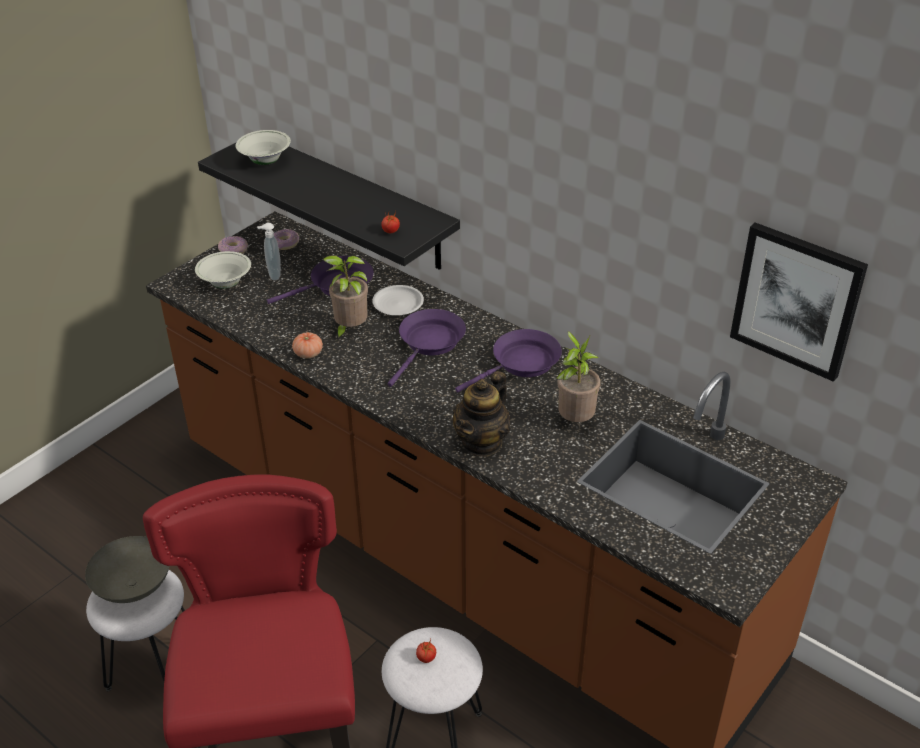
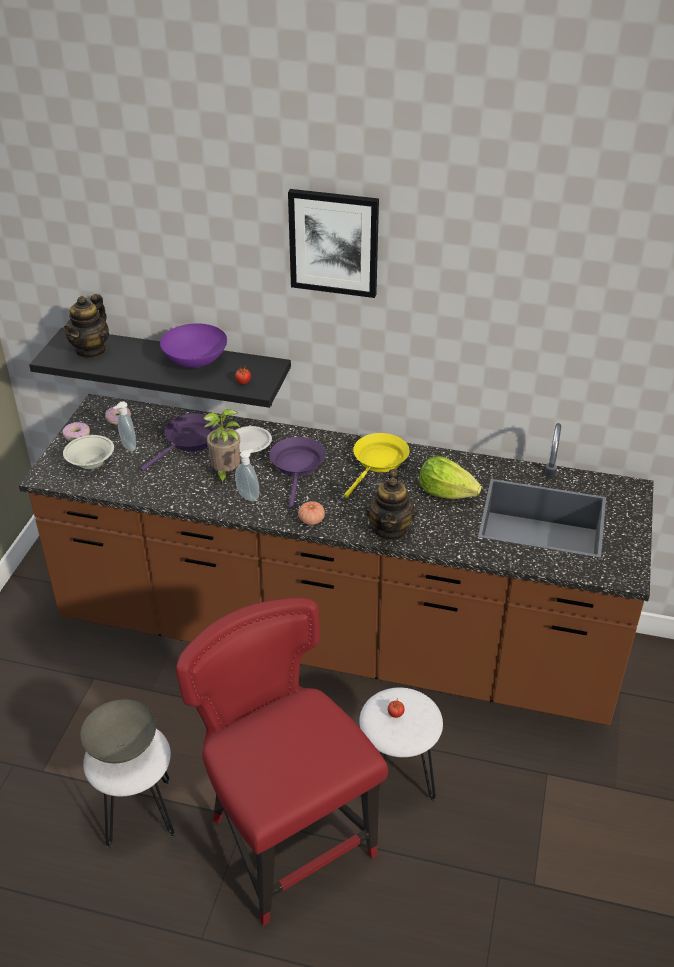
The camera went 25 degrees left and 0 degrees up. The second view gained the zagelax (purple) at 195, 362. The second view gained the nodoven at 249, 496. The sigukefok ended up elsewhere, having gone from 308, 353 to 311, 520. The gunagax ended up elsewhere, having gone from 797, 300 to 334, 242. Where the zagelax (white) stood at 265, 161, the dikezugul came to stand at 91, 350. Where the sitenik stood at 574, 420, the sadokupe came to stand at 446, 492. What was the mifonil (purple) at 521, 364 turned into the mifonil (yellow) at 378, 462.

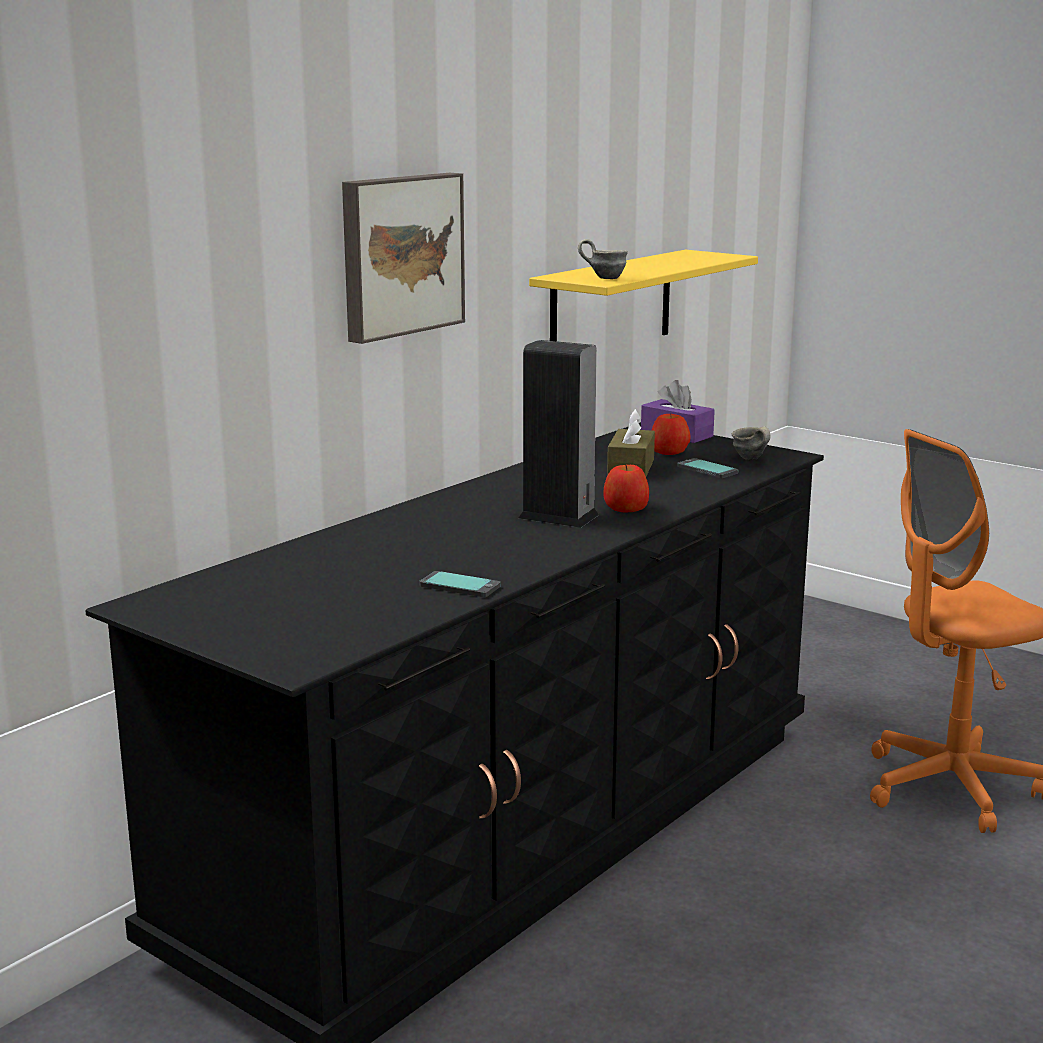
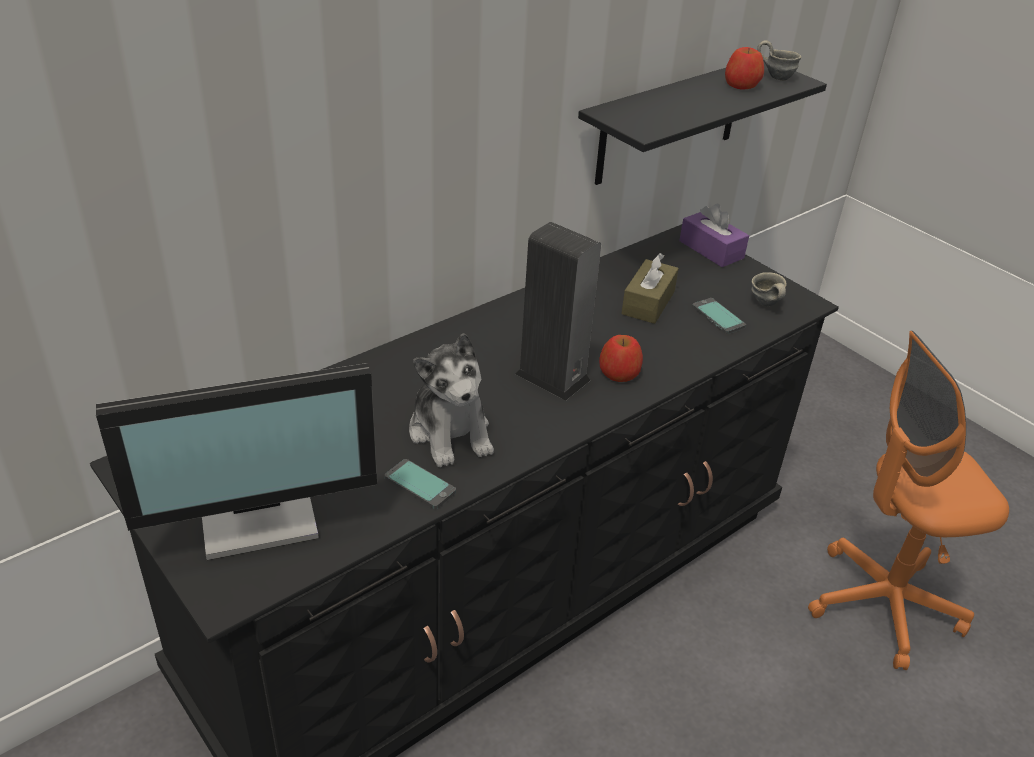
The camera went 10 degrees right and 20 degrees up. The second view lost the gunagax at 399, 255. The second view gained the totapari at 260, 515. The second view gained the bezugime at 451, 432. The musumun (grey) ended up elsewhere, having gone from 604, 278 to 776, 77. The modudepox ended up elsewhere, having gone from 669, 452 to 741, 85. What was the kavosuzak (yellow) at 611, 305 turned into the kavosuzak (black) at 669, 121.

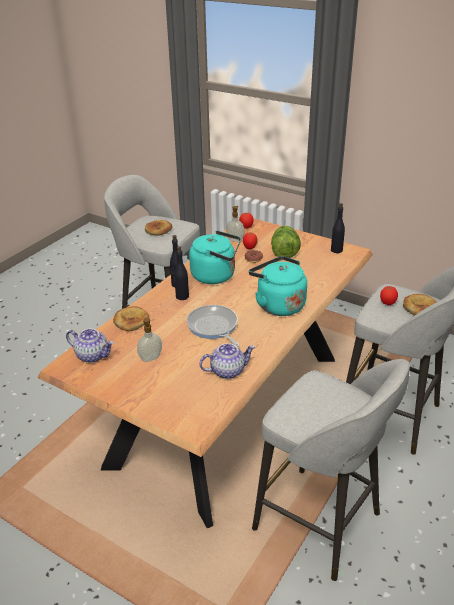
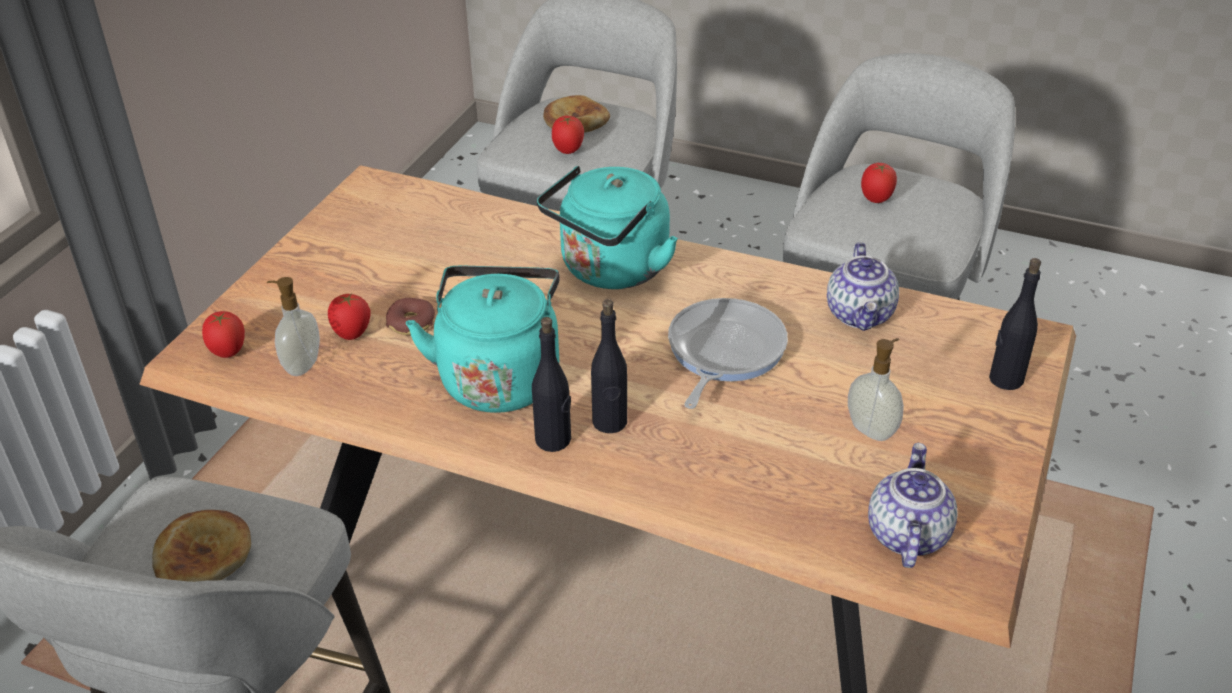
The camera went 100 degrees left and 5 degrees up. The second view lost the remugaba at 131, 320. The second view lost the sadokupe at 284, 252. The second view gained the sigukefok at 876, 200. The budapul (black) ended up elsewhere, having gone from 336, 250 to 1005, 379. The mifonil at 213, 327 ended up facing another way, 150 degrees clockwise from before. The dikezugul at 228, 371 ended up facing another way, 150 degrees counterclockwise from before.

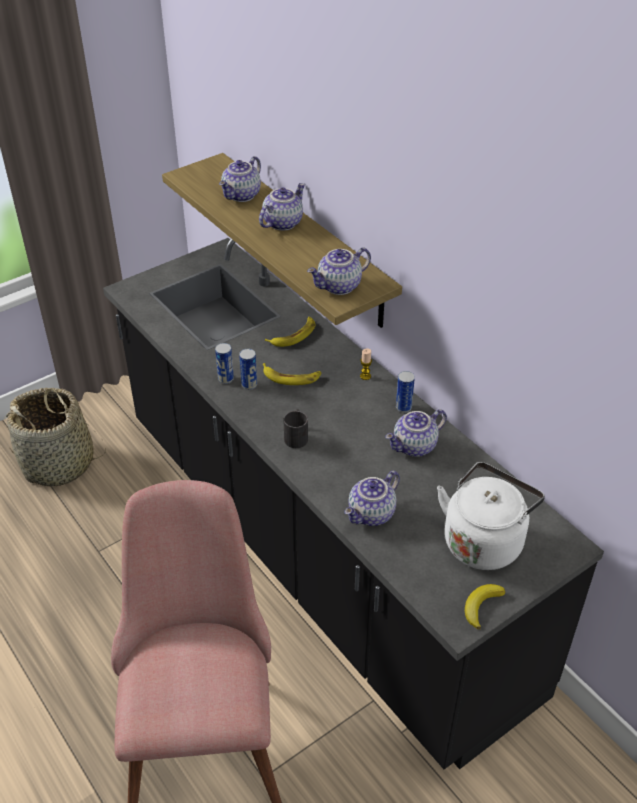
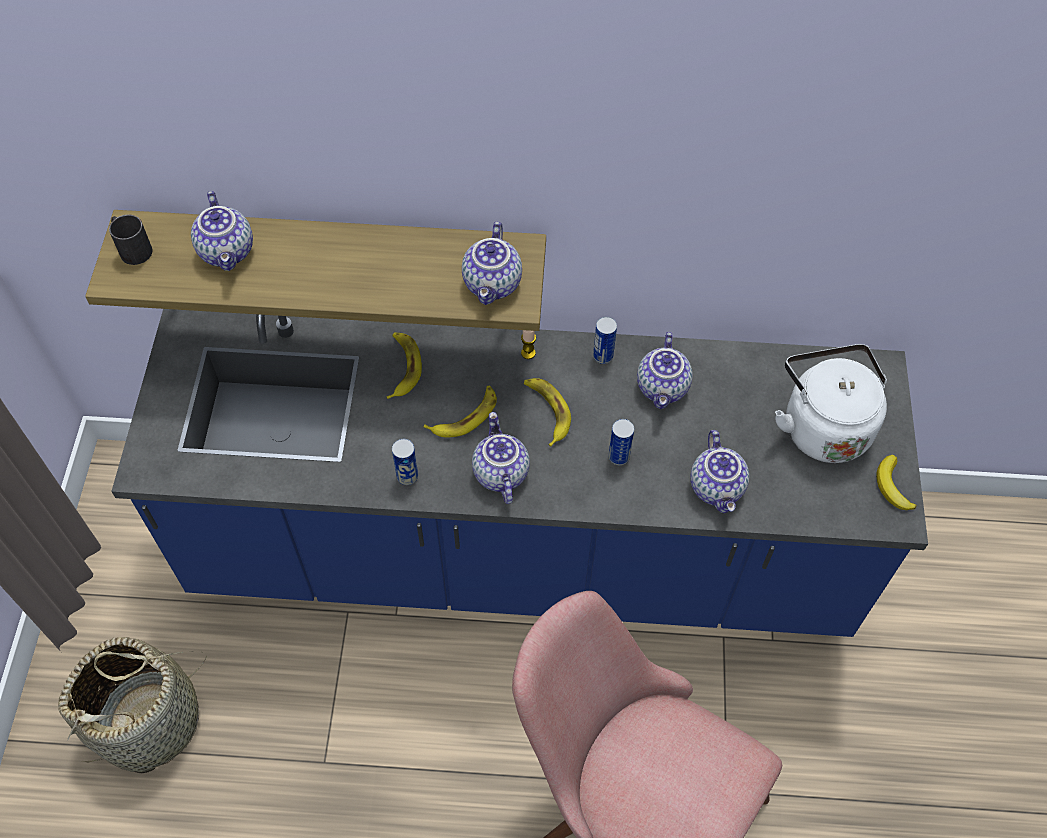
The camera went 50 degrees left and 15 degrees up. The second view gained the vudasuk at 547, 411. The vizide ended up elsewhere, having gone from 249, 384 to 619, 457. The dikezugul ended up elsewhere, having gone from 282, 222 to 499, 473. The musumun (black) ended up elsewhere, having gone from 296, 435 to 132, 248. What was the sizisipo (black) at 318, 551 turned into the sizisipo (blue) at 521, 554.

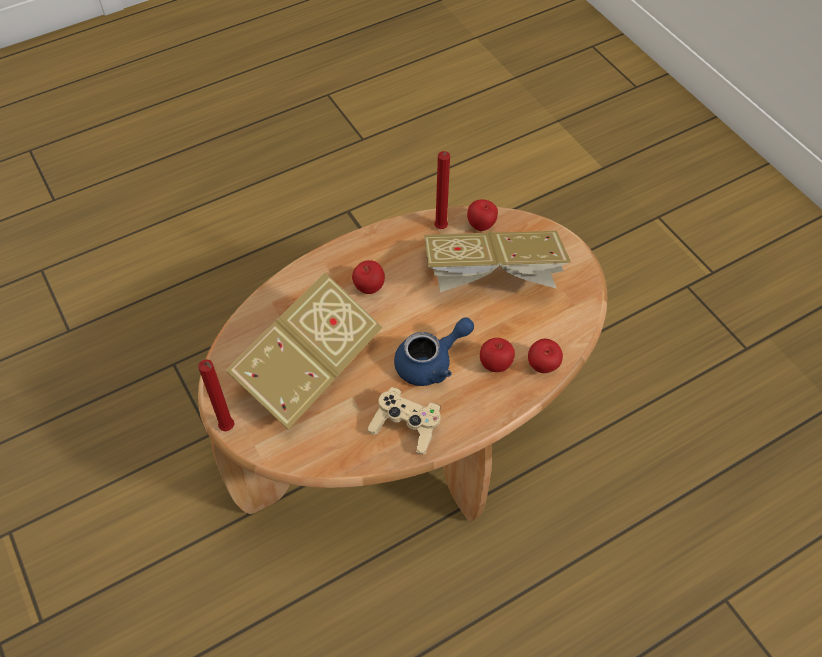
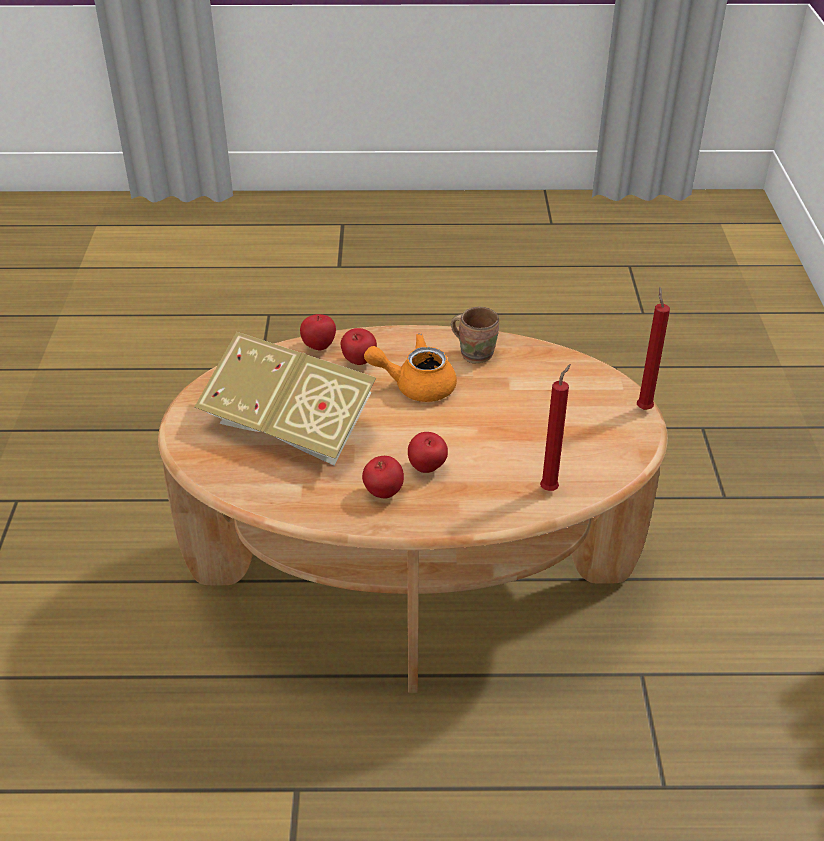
The camera went 150 degrees left and 15 degrees down. The second view lost the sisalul at 307, 369. The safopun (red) ended up elsewhere, having gone from 440, 229 to 550, 488. The modudepox ended up elsewhere, having gone from 481, 226 to 383, 493. Where the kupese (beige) stood at 406, 426, the musumun (brown) came to stand at 475, 353. What was the dikezugul (blue) at 431, 363 turned into the dikezugul (orange) at 416, 385.

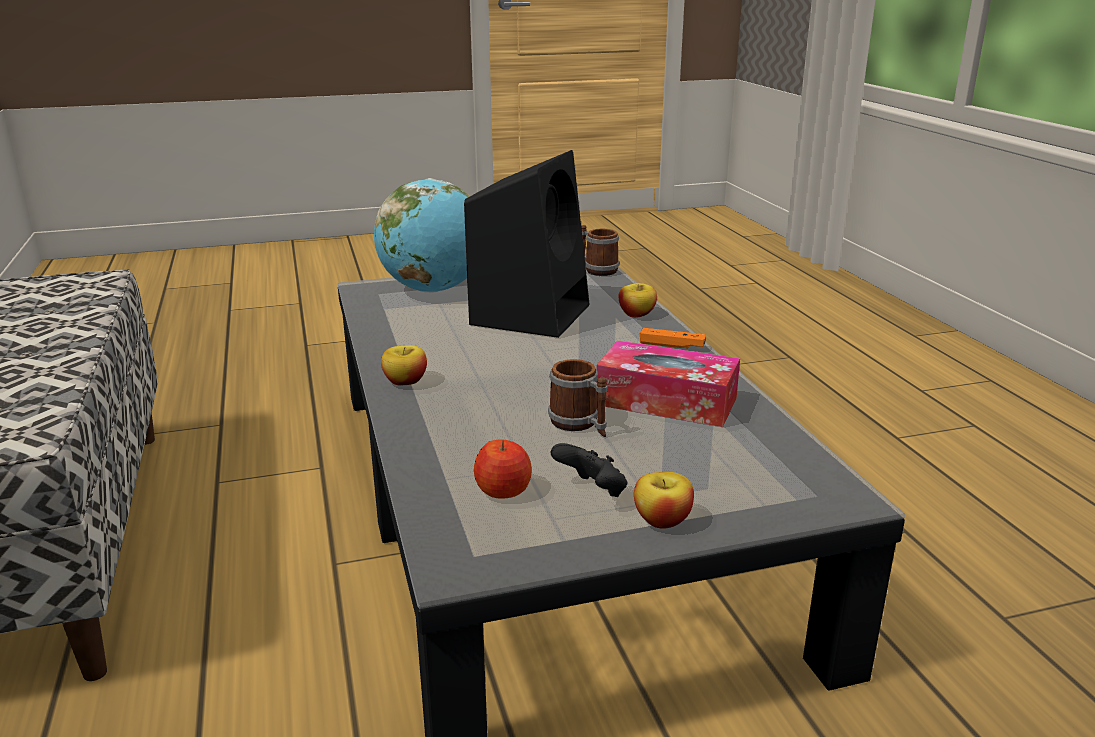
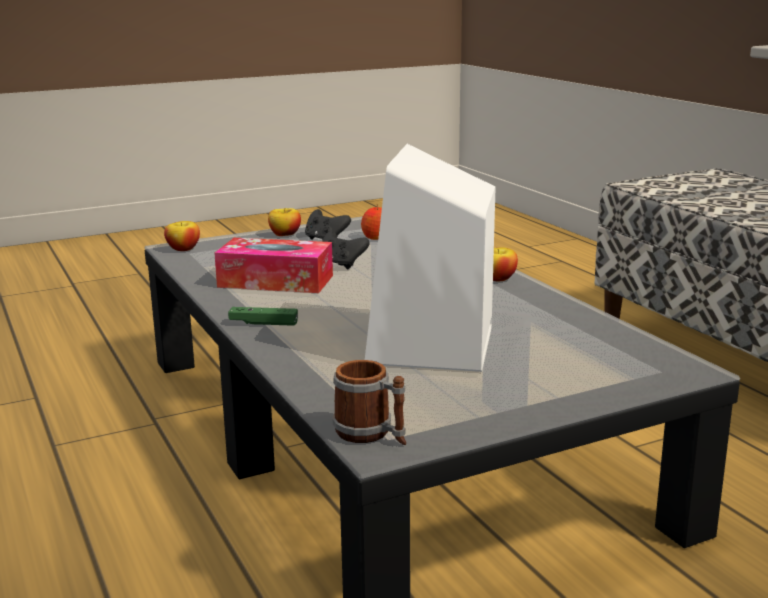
The camera went 170 degrees right and 5 degrees down. The second view lost the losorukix at 433, 289. The modudepox ended up elsewhere, having gone from 636, 314 to 183, 249. Where the musumun stood at 580, 424, the kupese (black) came to stand at 341, 265. What was the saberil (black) at 531, 313 turned into the saberil (white) at 431, 347. What was the kupese (orange) at 672, 345 turned into the kupese (green) at 263, 323.

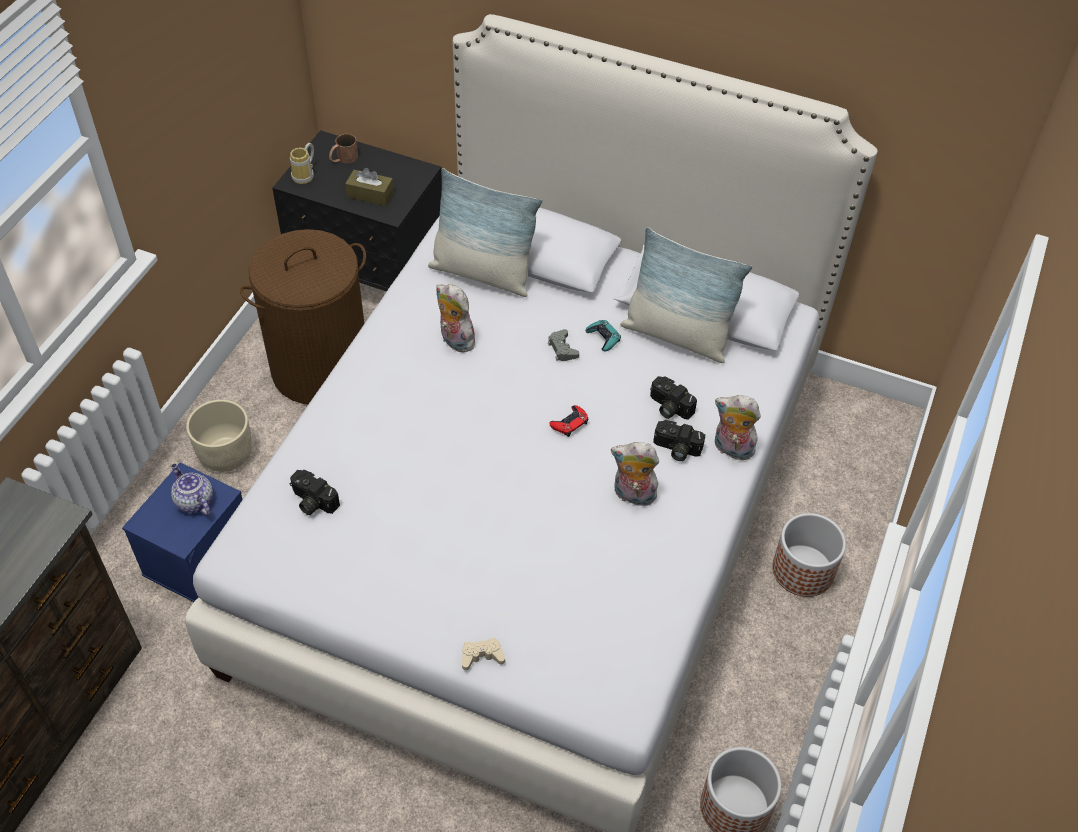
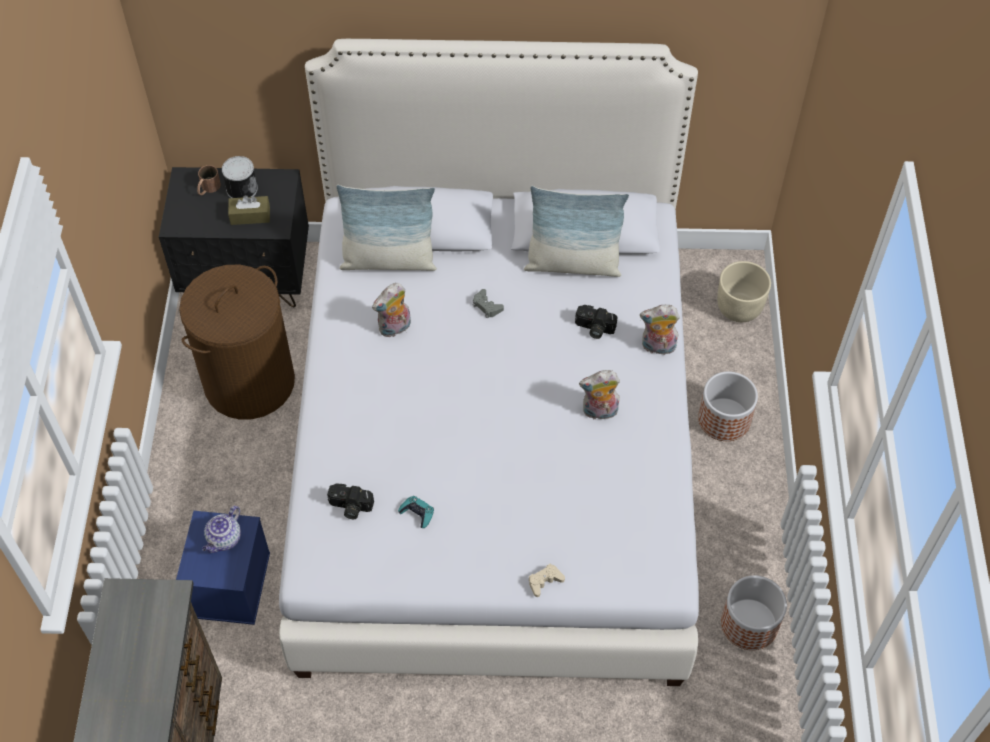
The camera went 20 degrees left and 5 degrees up. The second view lost the musumun at 306, 175. The second view lost the kupese (red) at 569, 423. The second view lost the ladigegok at 676, 449. The second view gained the vizide at 241, 188. The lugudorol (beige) ended up elsewhere, having gone from 226, 454 to 739, 307. The kupese (turquoise) ended up elsewhere, having gone from 603, 338 to 417, 513. The dikezugul at 194, 501 ended up facing another way, 90 degrees counterclockwise from before. The bezugime at 454, 341 ended up facing another way, 60 degrees counterclockwise from before.

